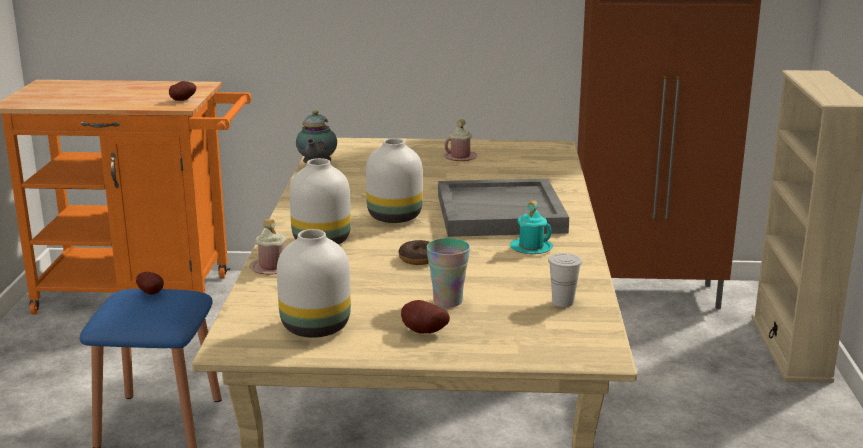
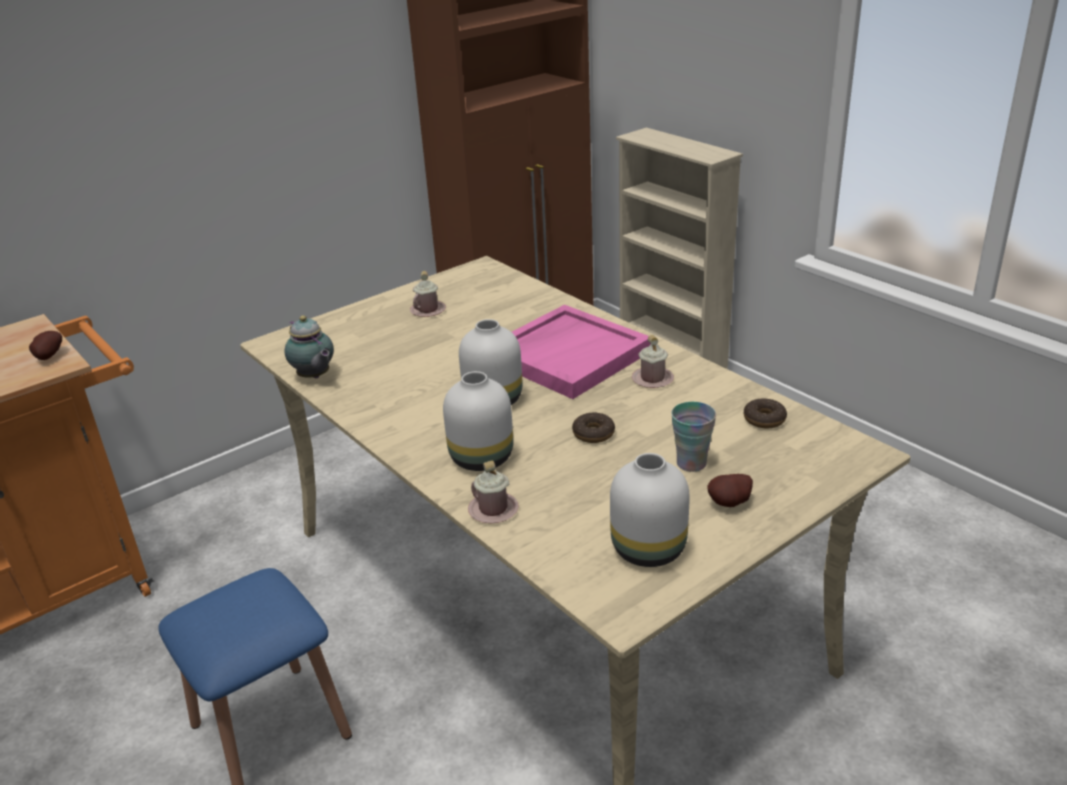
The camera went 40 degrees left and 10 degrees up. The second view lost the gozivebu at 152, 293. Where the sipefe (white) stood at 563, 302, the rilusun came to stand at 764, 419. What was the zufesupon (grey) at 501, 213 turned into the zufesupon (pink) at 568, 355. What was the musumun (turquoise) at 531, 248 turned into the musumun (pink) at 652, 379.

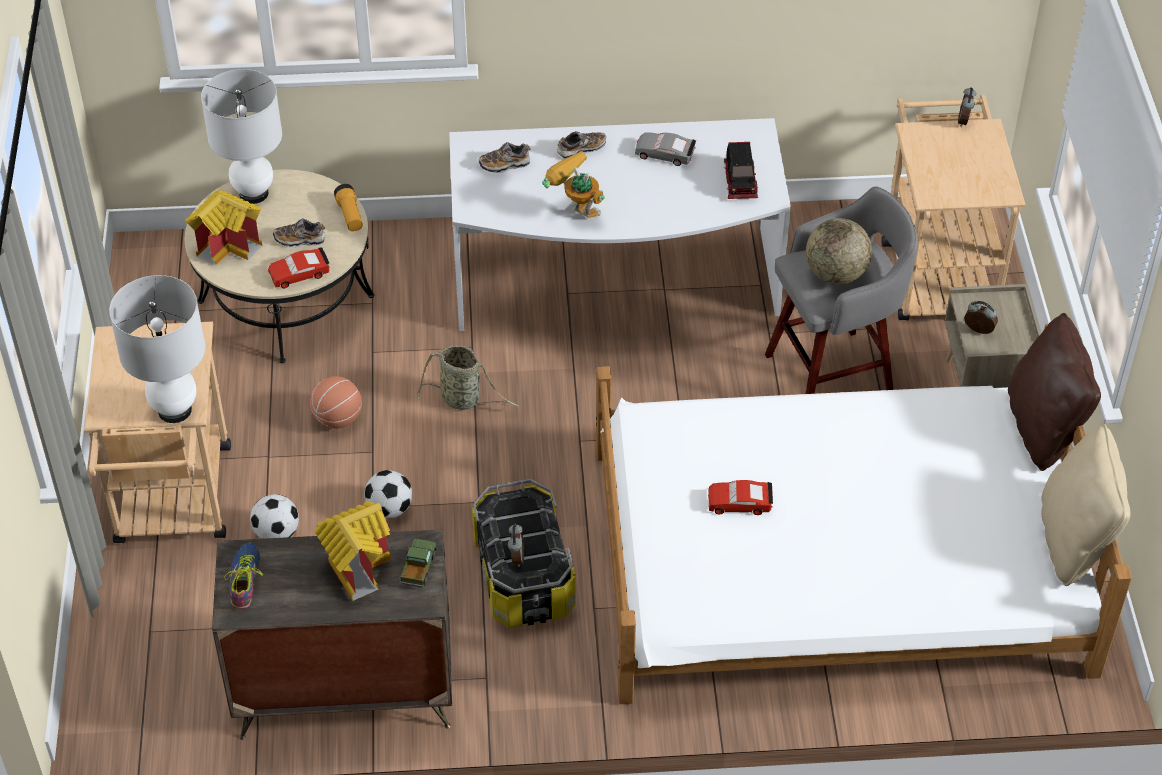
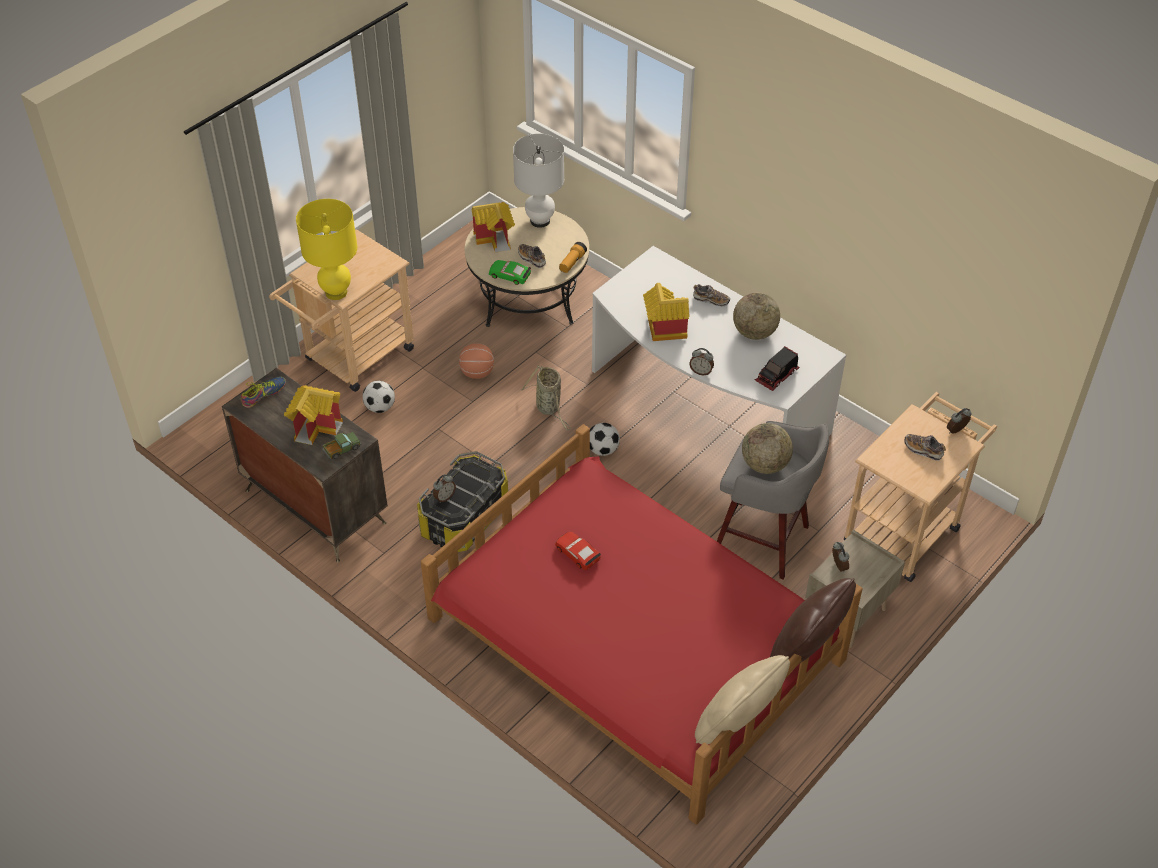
The camera went 45 degrees right and 0 degrees up. The second view gained the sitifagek at 701, 371. The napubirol ended up elsewhere, having gone from 389, 509 to 603, 450. The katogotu ended up elsewhere, having gone from 504, 165 to 923, 450. Where the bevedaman stood at 574, 211, the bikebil came to stand at 662, 330. Where the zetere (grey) stood at 665, 154, the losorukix came to stand at 754, 333. What was the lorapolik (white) at 175, 410 turned into the lorapolik (yellow) at 336, 292. What was the zetere (red) at 299, 273 turned into the zetere (green) at 510, 275. What was the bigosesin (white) at 835, 560 turned into the bigosesin (red) at 632, 638.

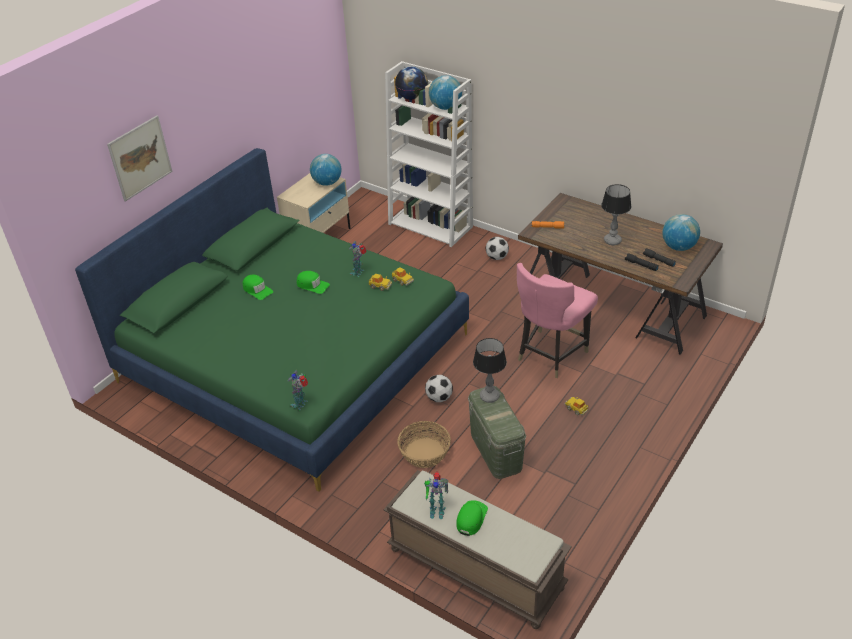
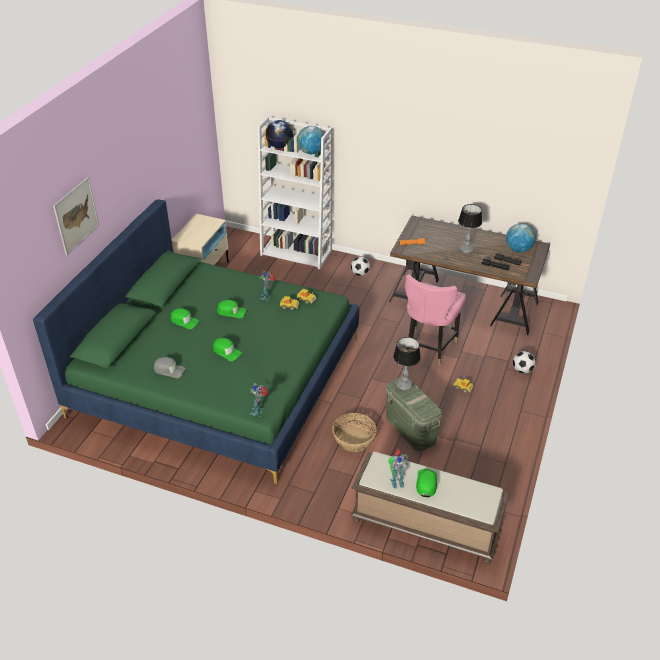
The camera went 15 degrees left and 0 degrees up. The second view lost the losorukix at 327, 183. The second view gained the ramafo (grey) at 169, 370. The second view gained the ramafo (green) at 226, 351. The napubirol ended up elsewhere, having gone from 439, 398 to 522, 370.

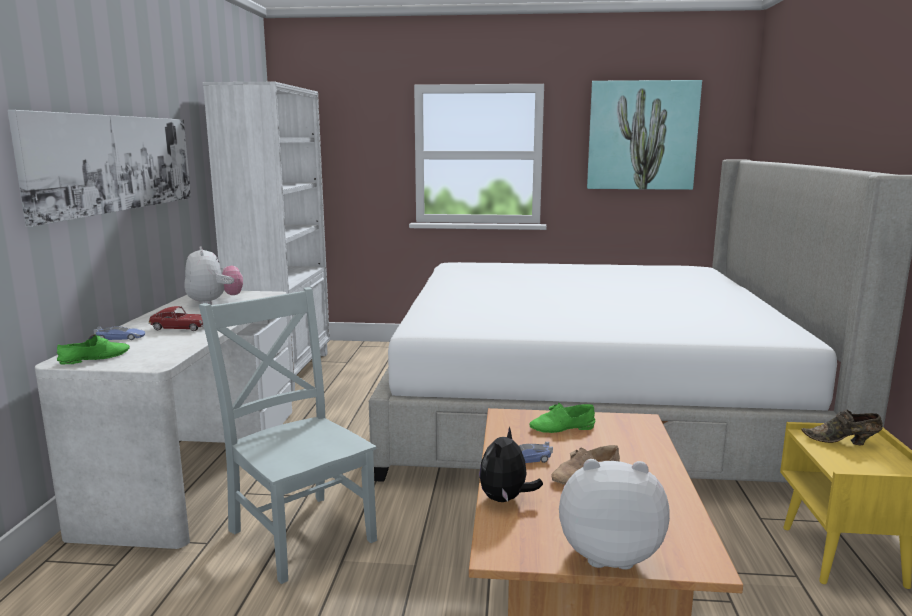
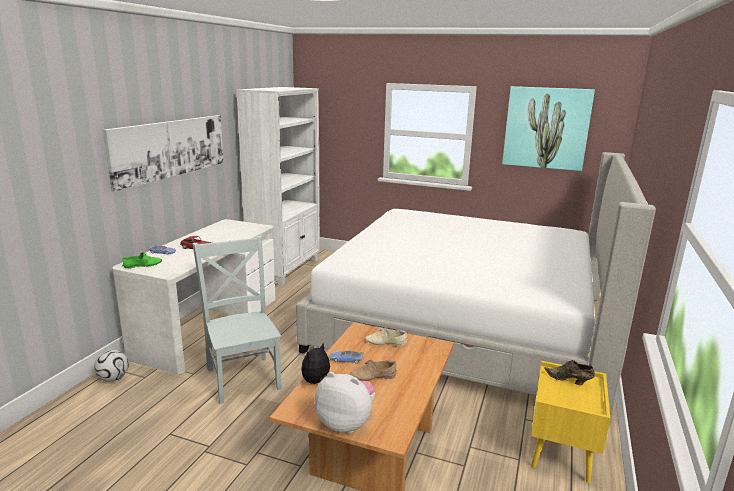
The camera went 15 degrees right and 5 degrees up. The second view lost the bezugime at 214, 303. The second view gained the napubirol at 113, 379. What was the katogotu (green) at 562, 428 turned into the katogotu (beige) at 385, 343.

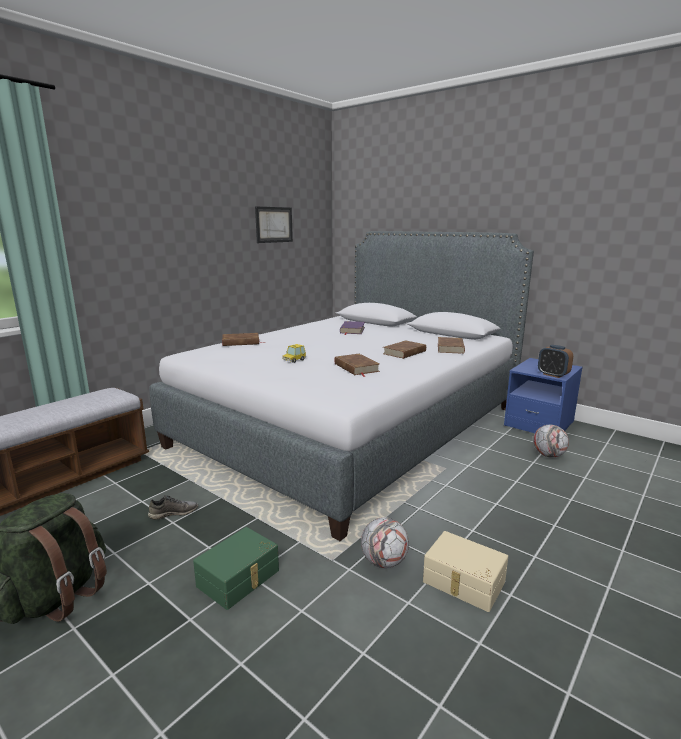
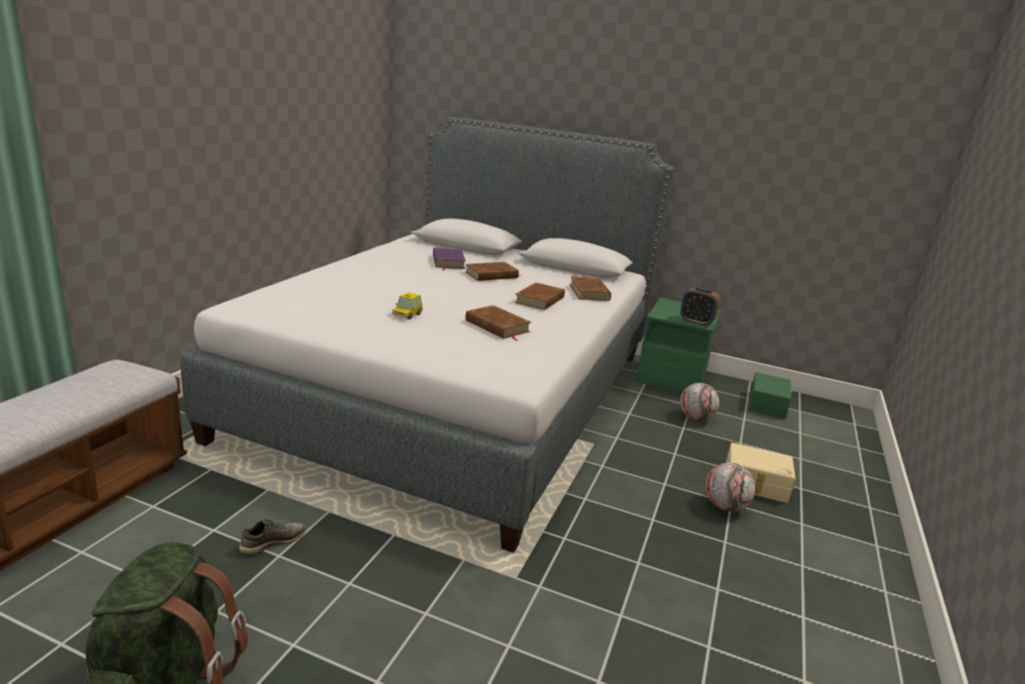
The camera went 20 degrees left and 5 degrees up. The second view lost the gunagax at 274, 224. The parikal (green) ended up elsewhere, having gone from 239, 579 to 768, 405. The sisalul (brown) ended up elsewhere, having gone from 241, 342 to 491, 275. The napubirol ended up elsewhere, having gone from 384, 562 to 725, 506. The parikal (beige) ended up elsewhere, having gone from 463, 583 to 755, 484. What was the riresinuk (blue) at 539, 424 turned into the riresinuk (green) at 671, 377.

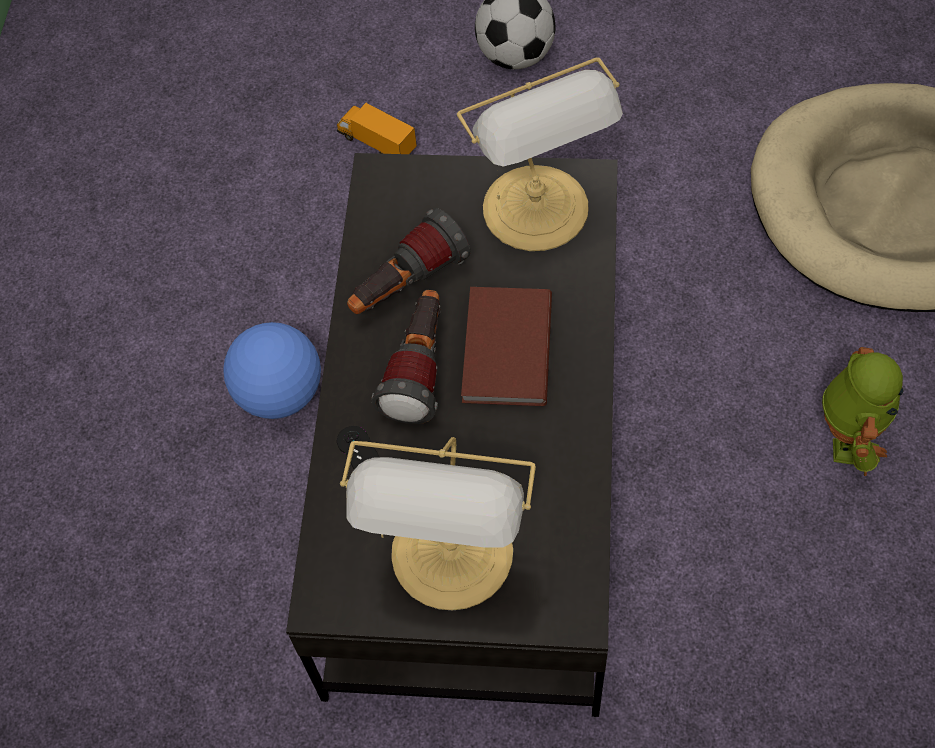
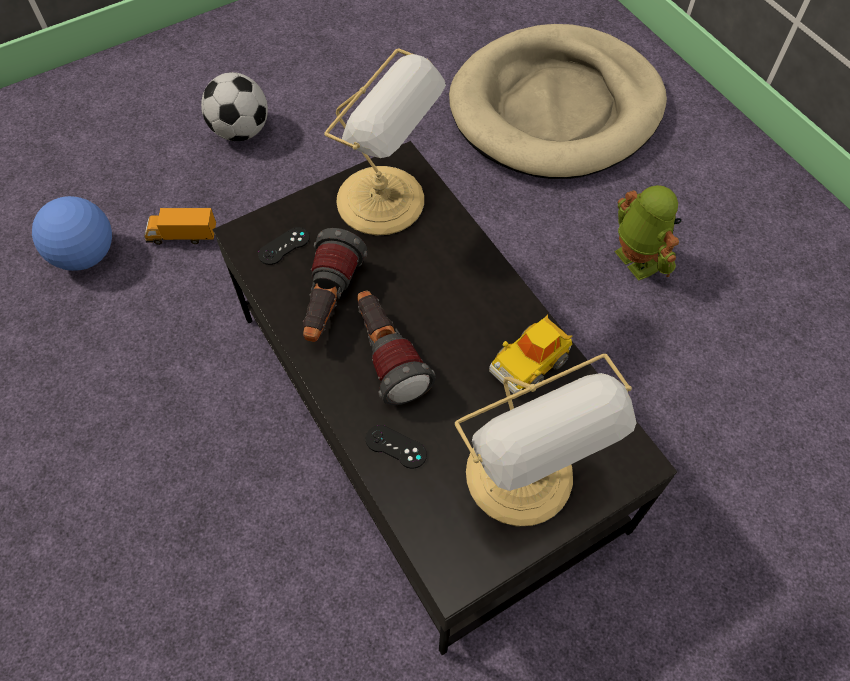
The camera went 40 degrees left and 0 degrees up. The second view lost the sisalul (brown) at 504, 350. The second view gained the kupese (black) at 284, 246. The second view gained the zetere at 530, 362. The napubirol ended up elsewhere, having gone from 280, 393 to 86, 255.

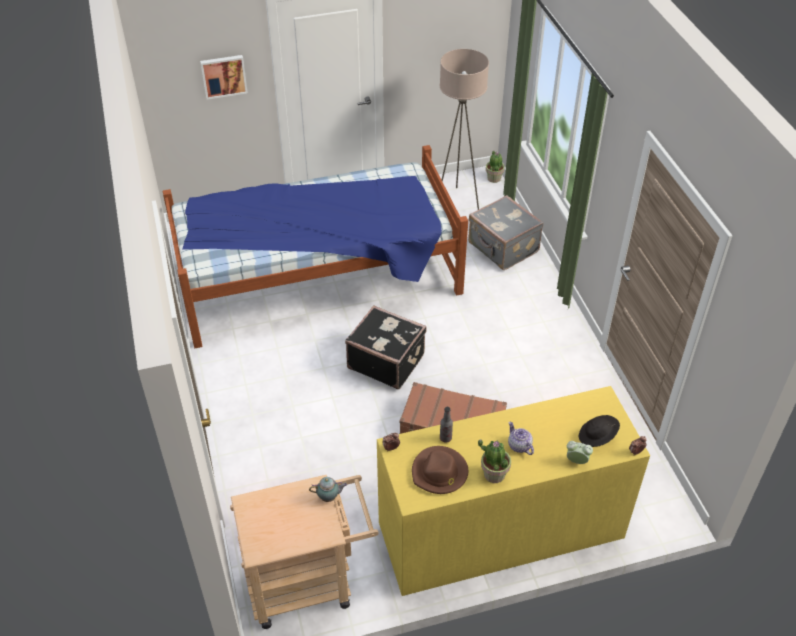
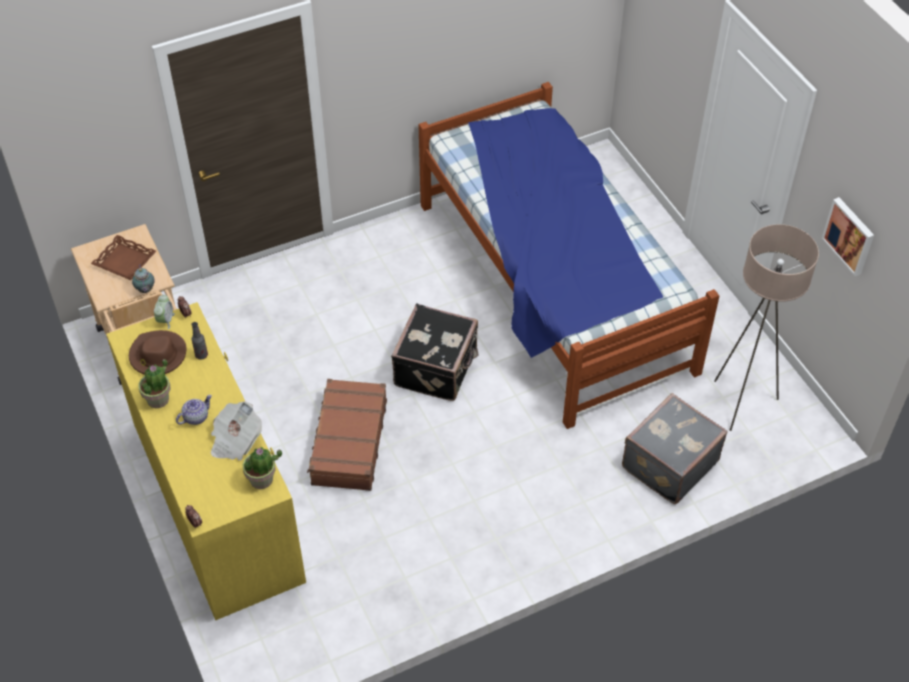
The camera went 80 degrees right and 5 degrees up. The second view lost the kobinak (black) at 597, 437. The second view gained the zufesupon (brown) at 124, 261. The second view gained the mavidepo at 235, 440. The gunagax ended up elsewhere, having gone from 223, 76 to 850, 235. The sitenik ended up elsewhere, having gone from 494, 178 to 262, 479. The sitifagek ended up elsewhere, having gone from 576, 461 to 165, 320.

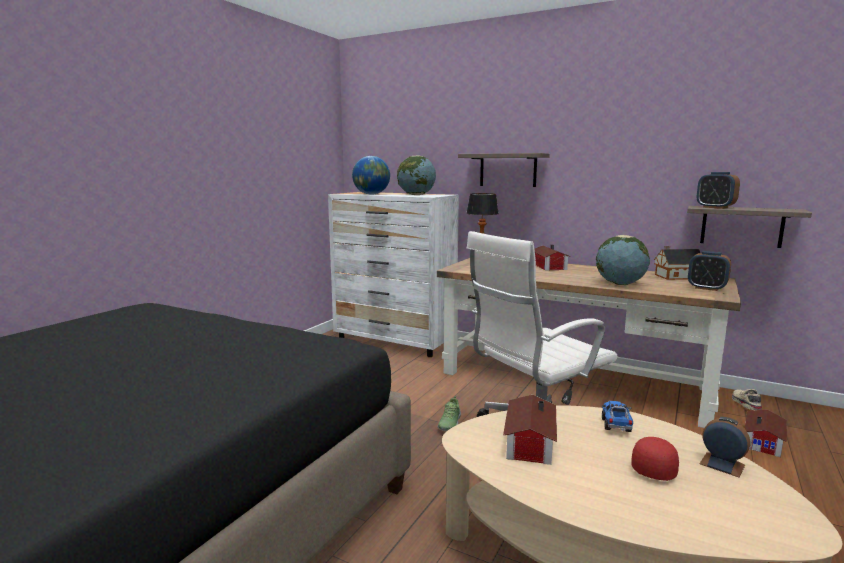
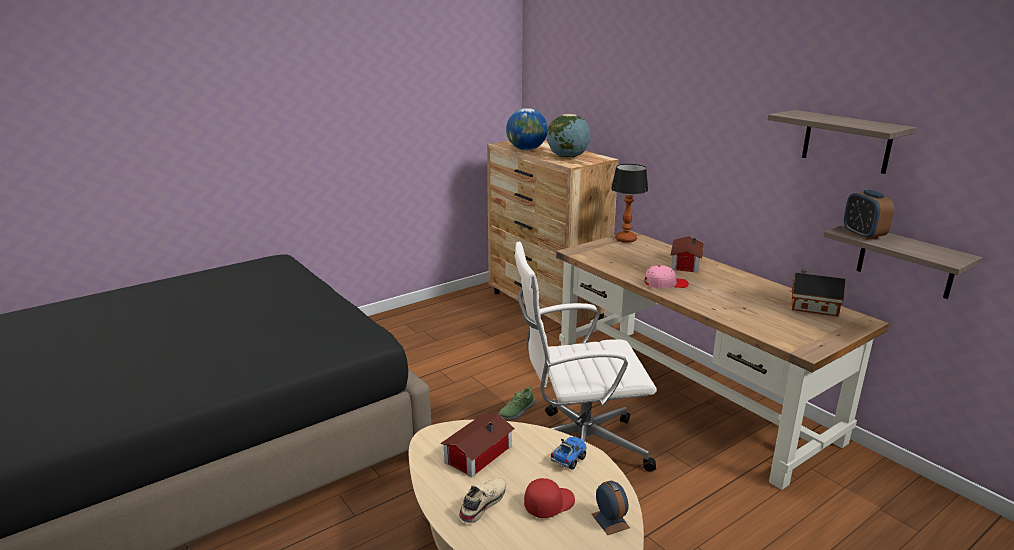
The camera went 25 degrees right and 10 degrees up. The second view lost the losorukix at 619, 284. The second view lost the sitifagek at 706, 288. The second view lost the bikebil at 764, 441. The second view gained the ramafo (pink) at 665, 284. The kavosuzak ended up elsewhere, having gone from 508, 170 to 846, 141. The katogotu (beige) ended up elsewhere, having gone from 745, 404 to 481, 504. What was the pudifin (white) at 395, 341 turned into the pudifin (brown) at 546, 306.

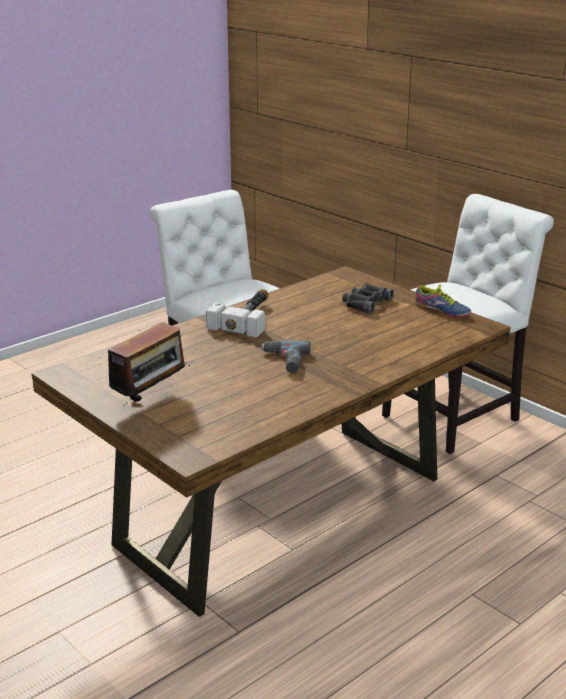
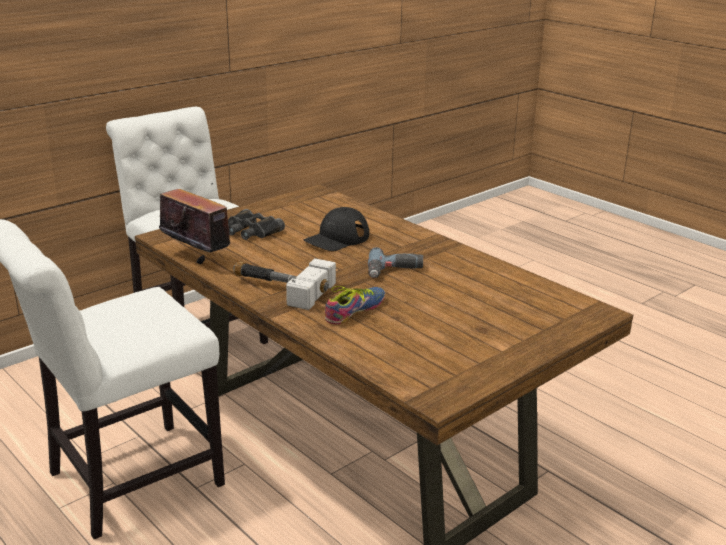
The camera went 90 degrees left and 0 degrees up. The second view gained the ramafo (black) at 337, 238. The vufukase ended up elsewhere, having gone from 151, 398 to 197, 257. The katogotu ended up elsewhere, having gone from 441, 311 to 357, 311.

